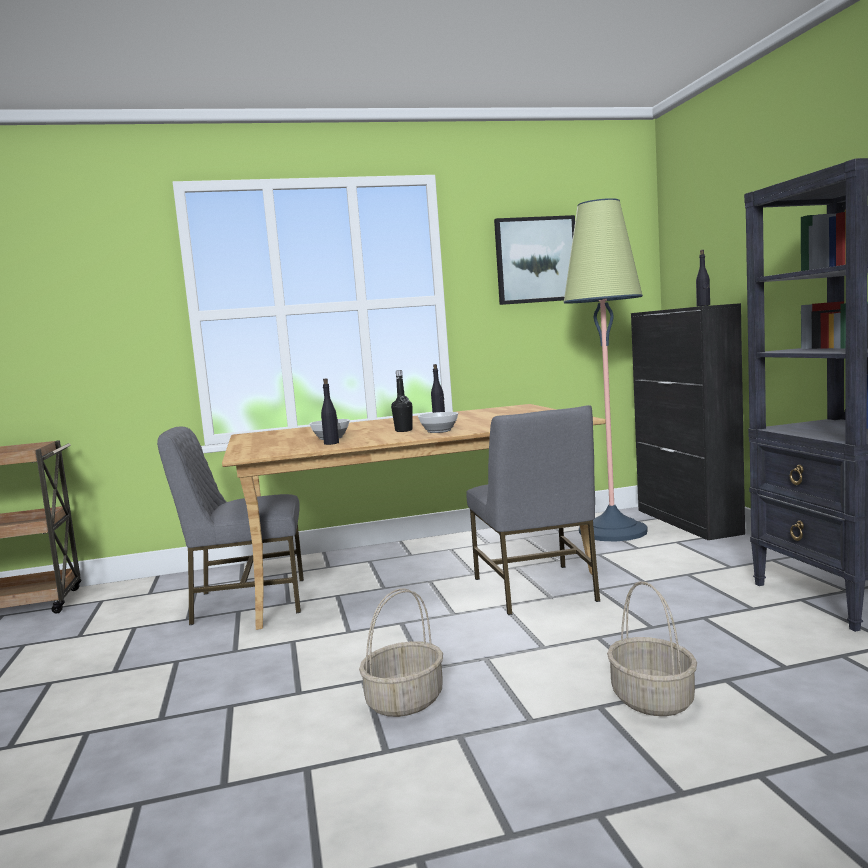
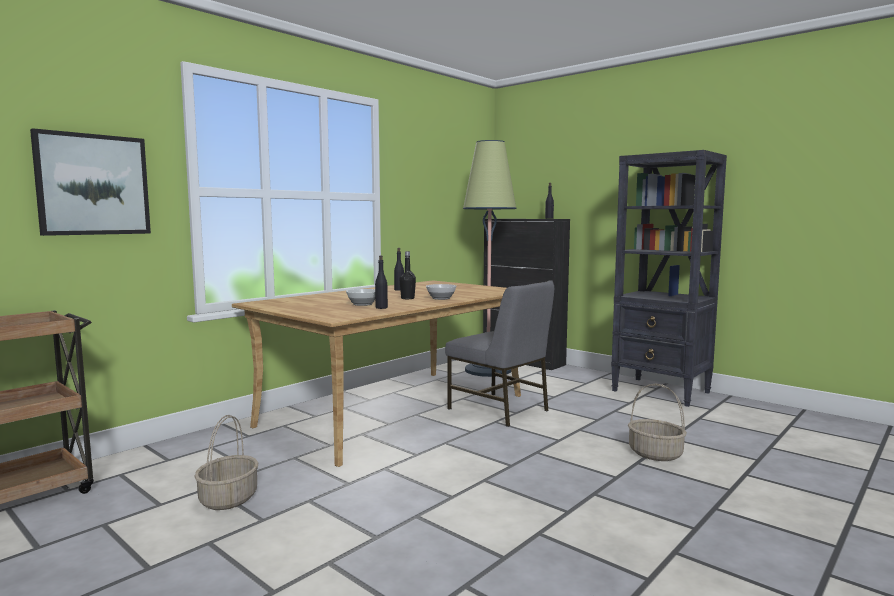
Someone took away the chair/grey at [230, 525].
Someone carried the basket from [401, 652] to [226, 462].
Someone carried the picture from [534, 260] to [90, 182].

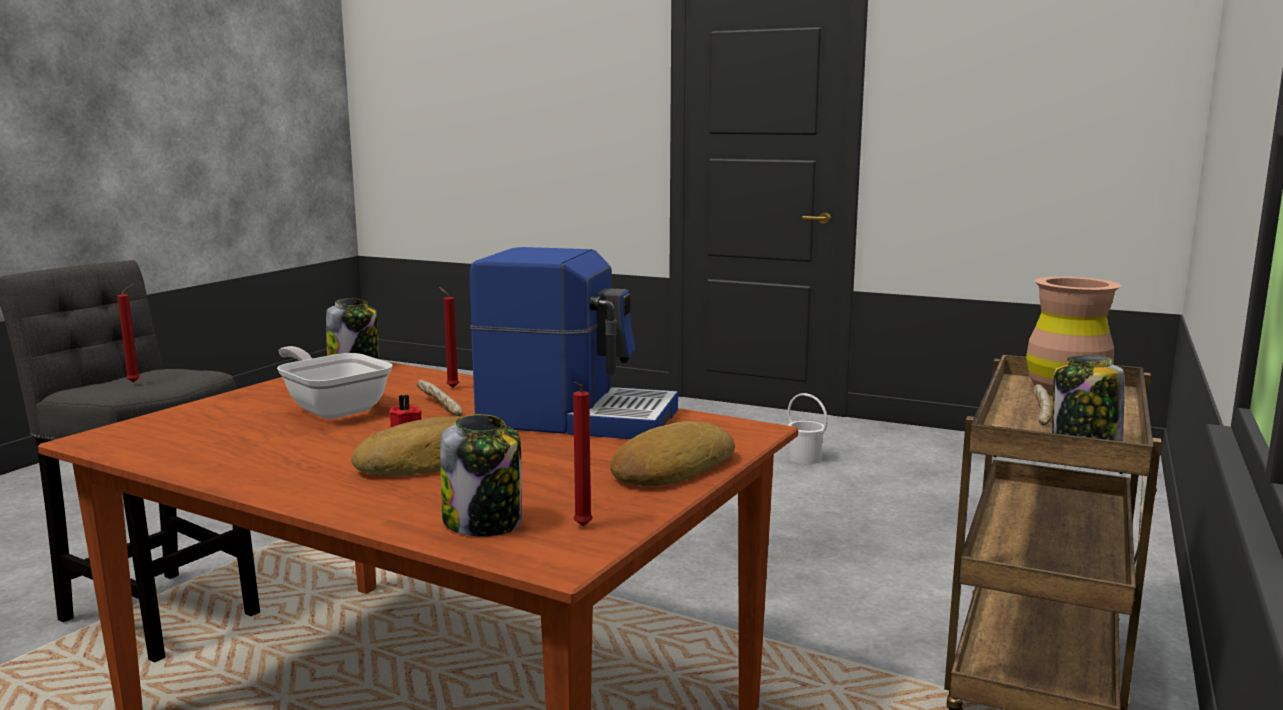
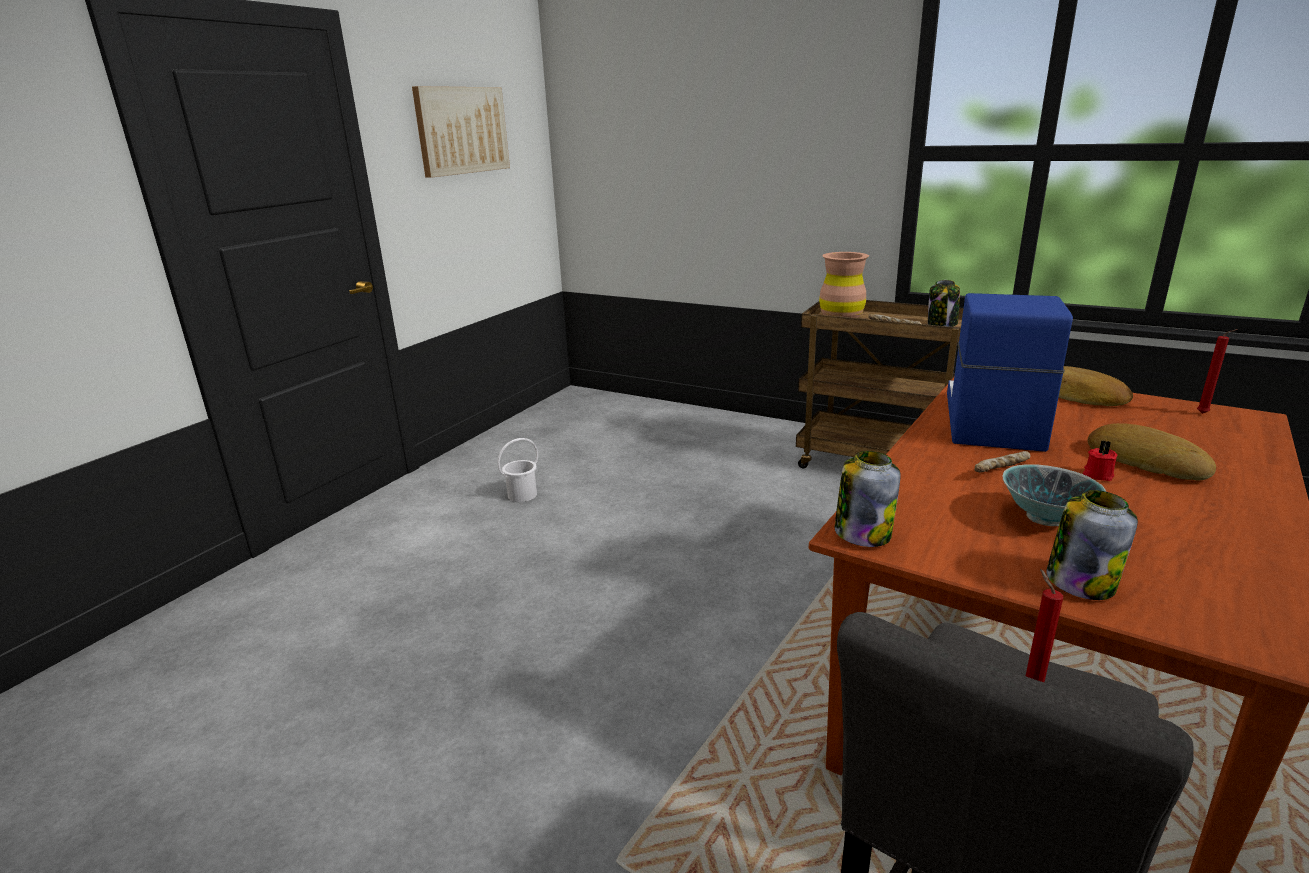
Someone swapped the frying pan at [334, 382] for the bowl at [1054, 495].
Someone took away the candle/red at [449, 337].
Someone carried the jar from [481, 475] to [1092, 545].
Someone put up the picture at [461, 132].

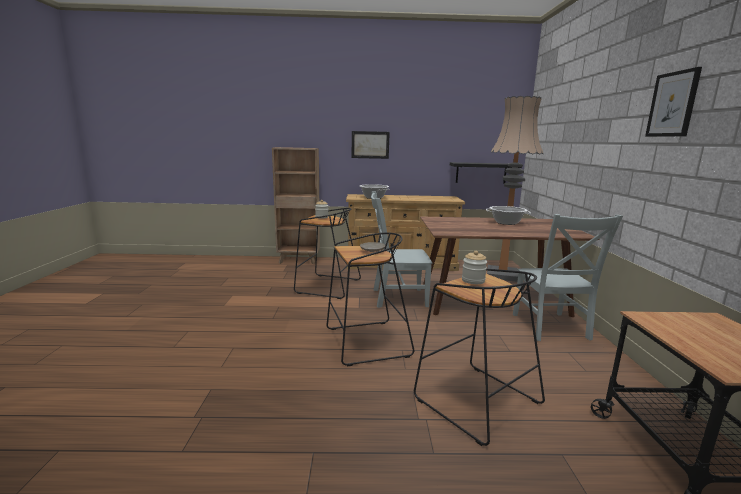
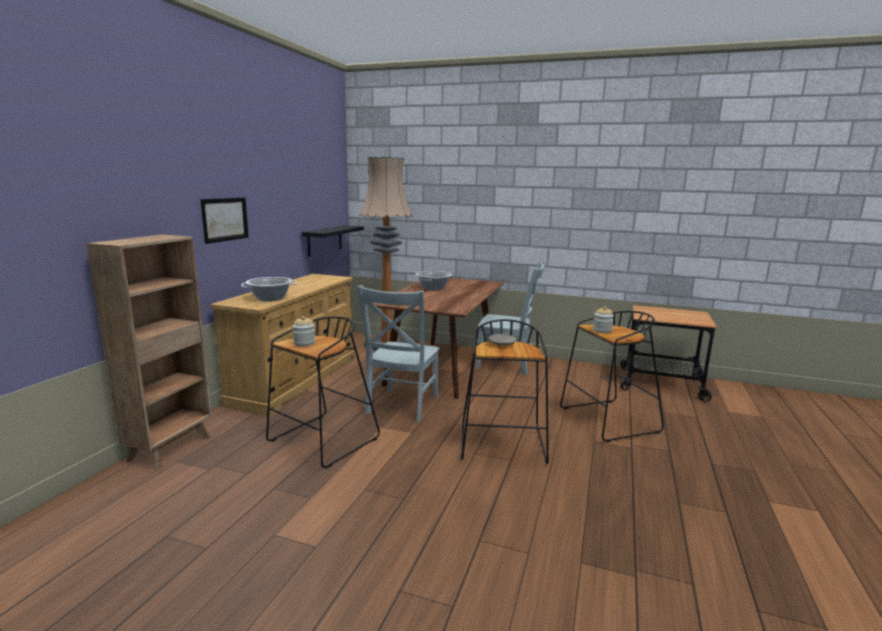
Someone took away the picture at [673, 102].

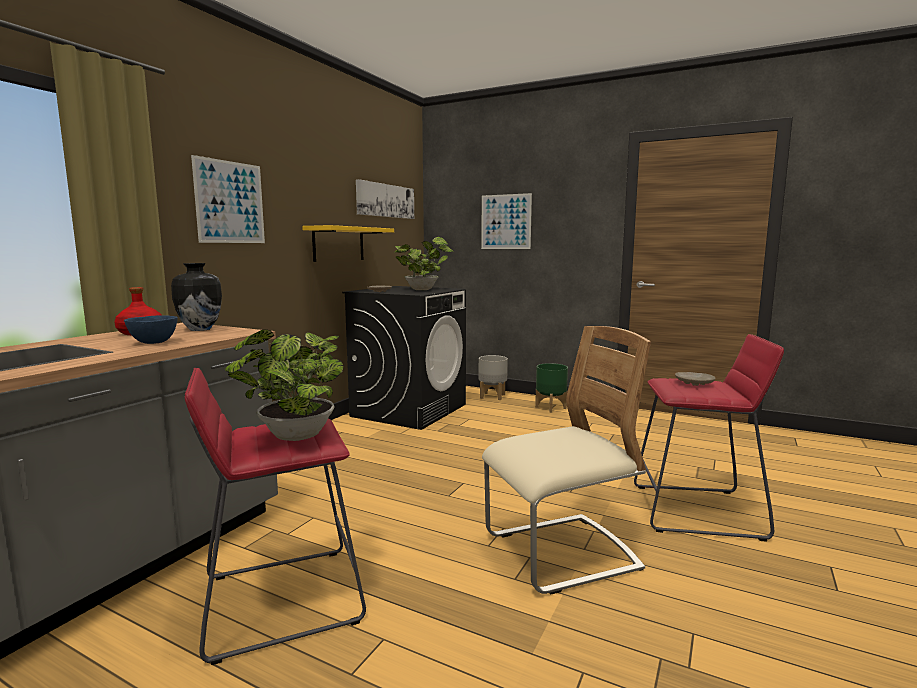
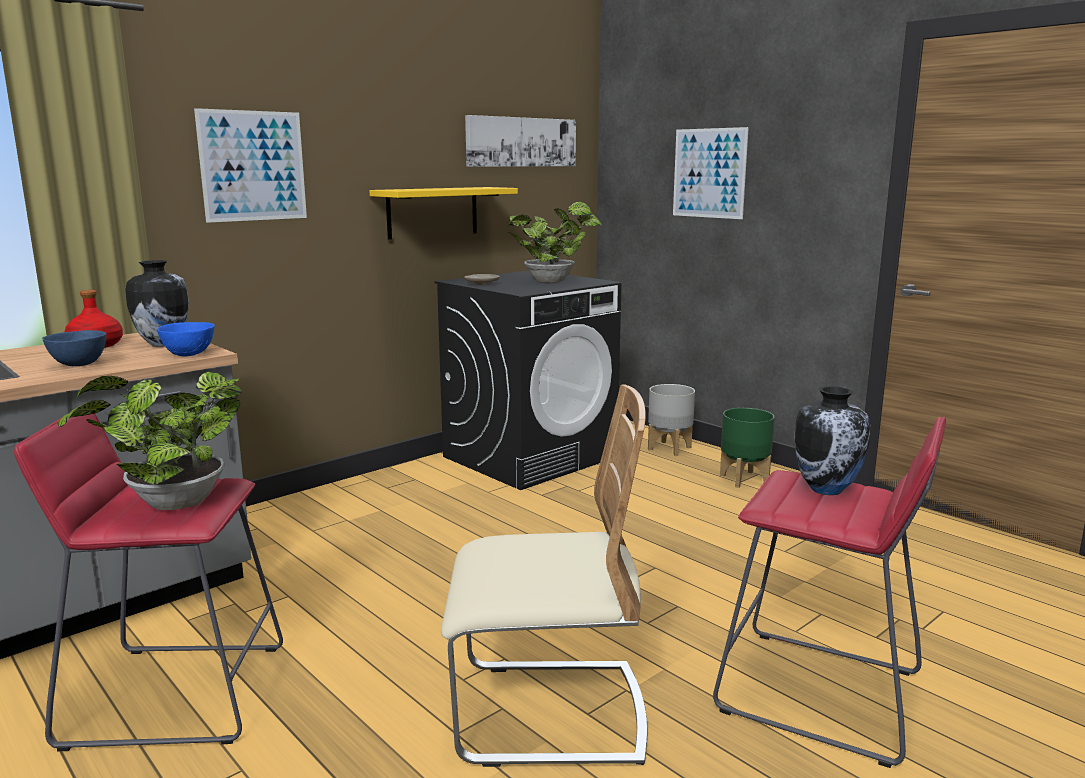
Someone swapped the plate/beige at [695, 379] for the vase at [832, 440].
Someone put down the bowl/blue at [186, 339].

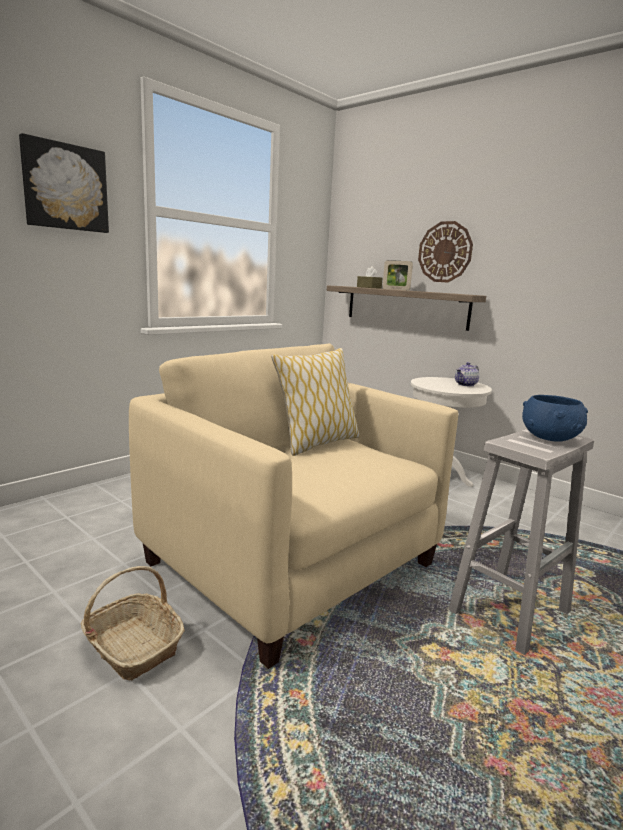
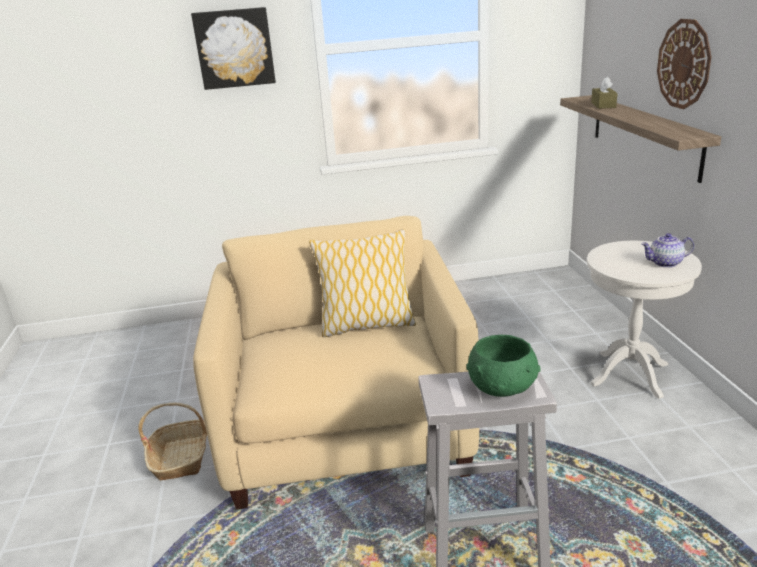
Someone took away the picture frame at [398, 275].
Someone repainted the bowl/blue at [555, 418], which became the bowl/green at [503, 366].

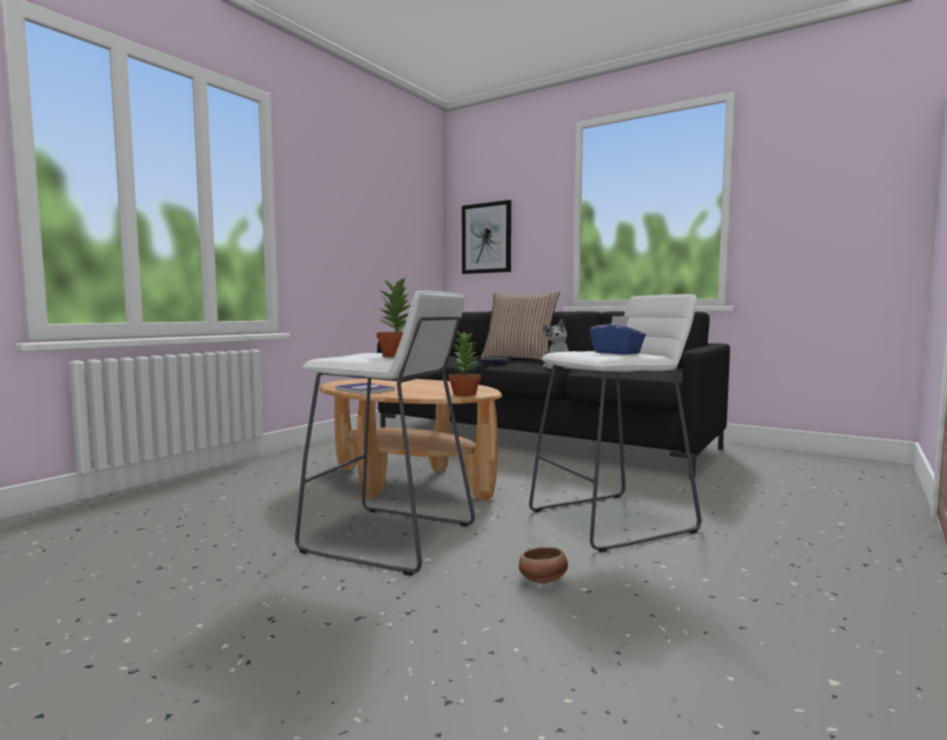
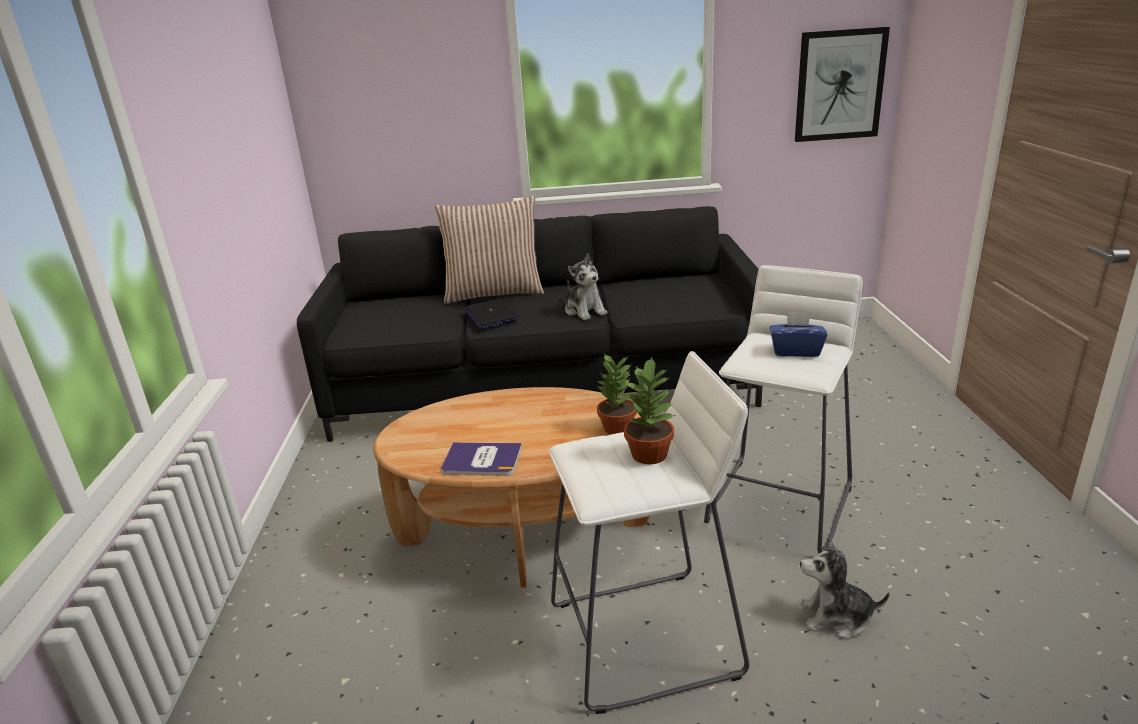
Someone carried the picture from [486, 237] to [842, 84].
Someone swapped the bowl at [543, 564] for the plush toy at [845, 588].

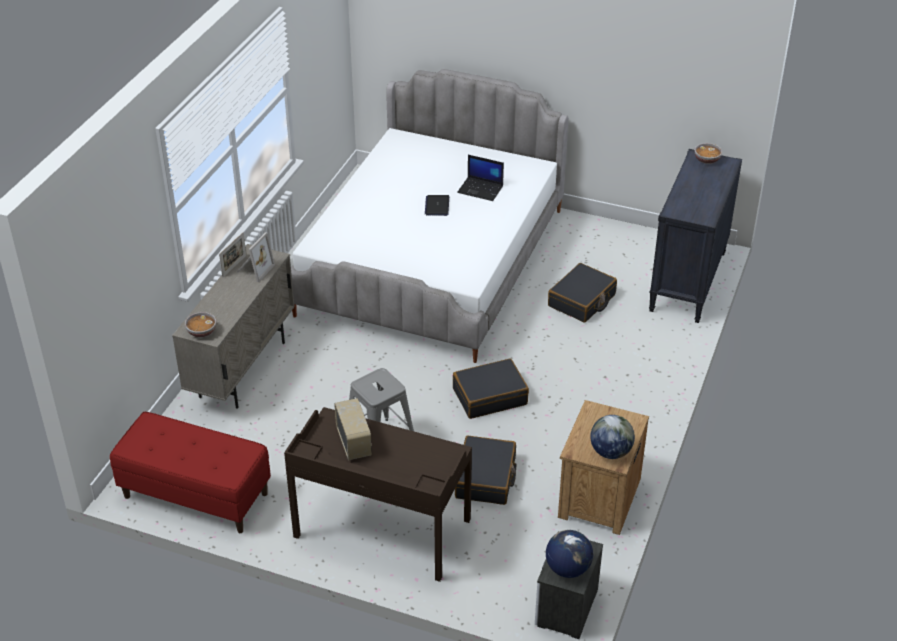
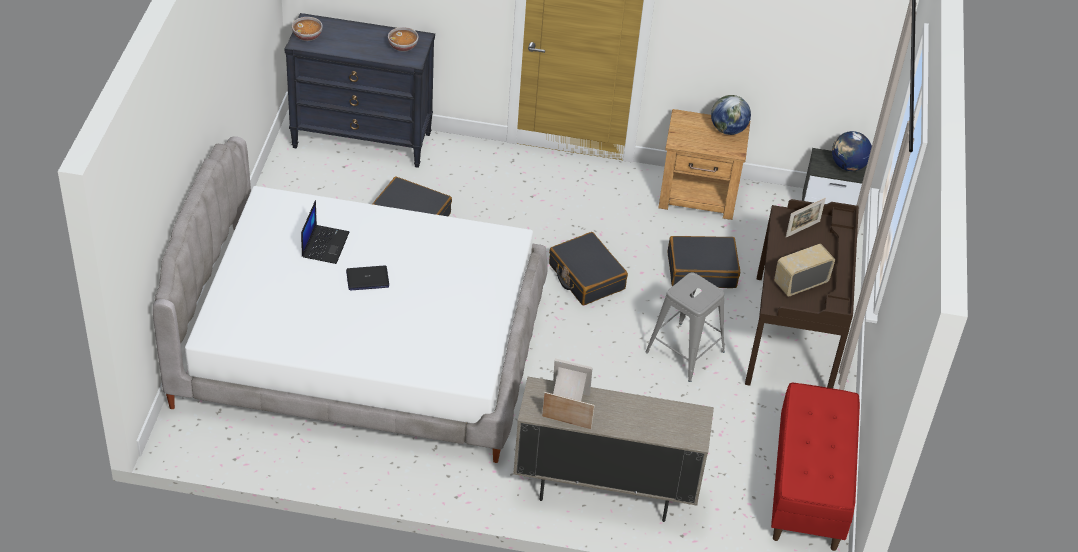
Someone carried the bowl from [200, 325] to [403, 39].
Someone put down the picture frame at [806, 217].

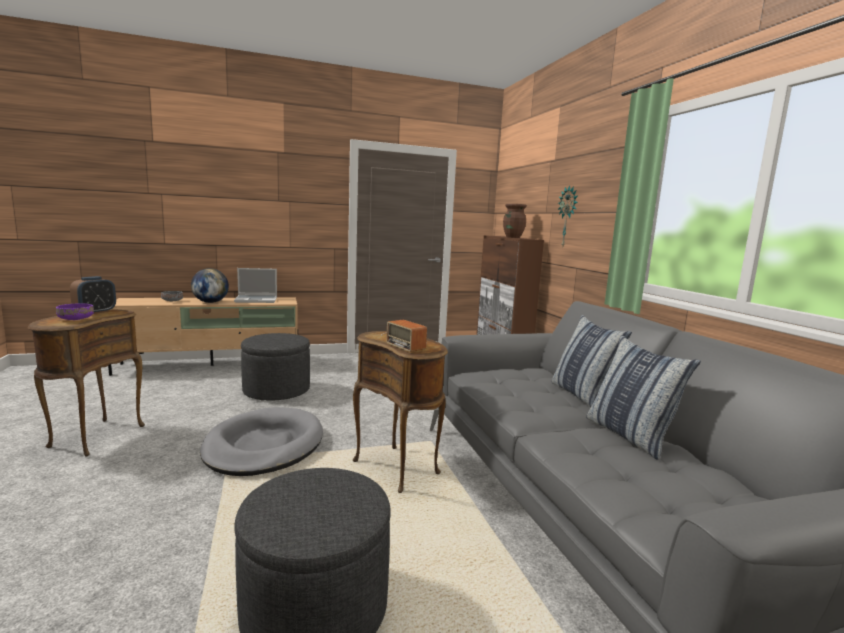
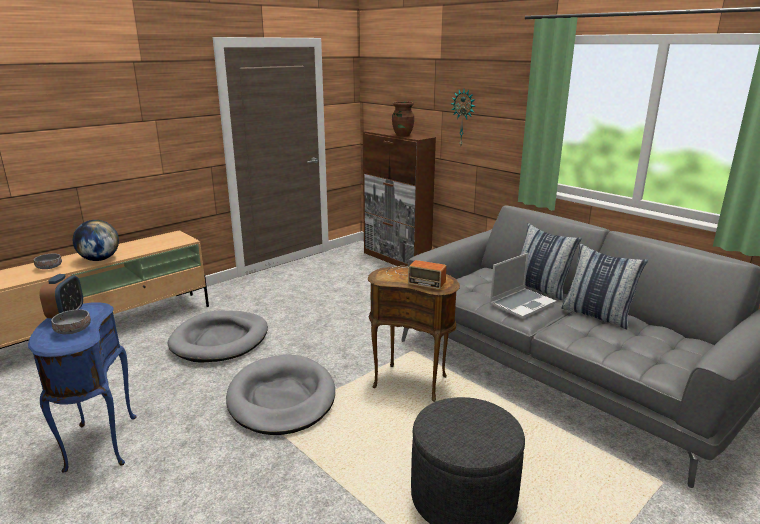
Someone repainted the side table/brown at [86, 383], which became the side table/blue at [82, 387].
Someone repainted the bowl/purple at [75, 311], which became the bowl/grey at [71, 322].
Someone carried the laptop from [255, 285] to [523, 286].
Someone swapped the ottoman/grey at [275, 367] for the dog bed/grey at [218, 336].

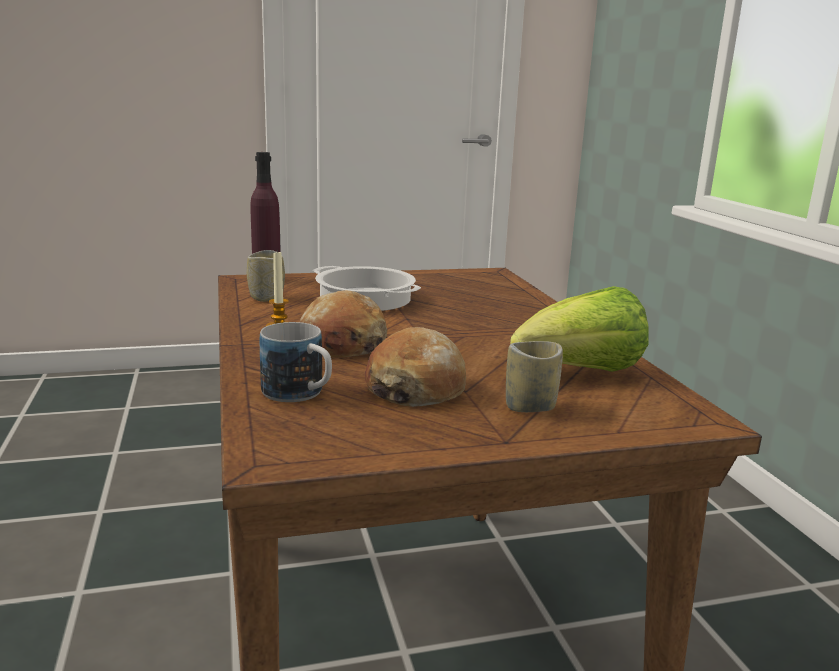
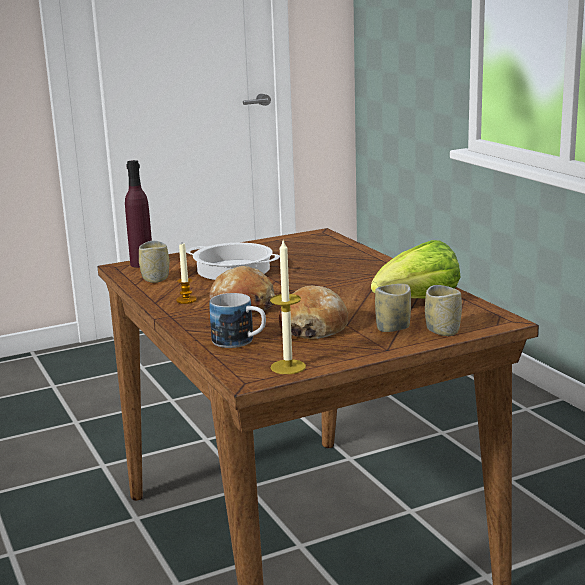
Someone put down the candle at [288, 307].
Someone put down the cup at [443, 310].

